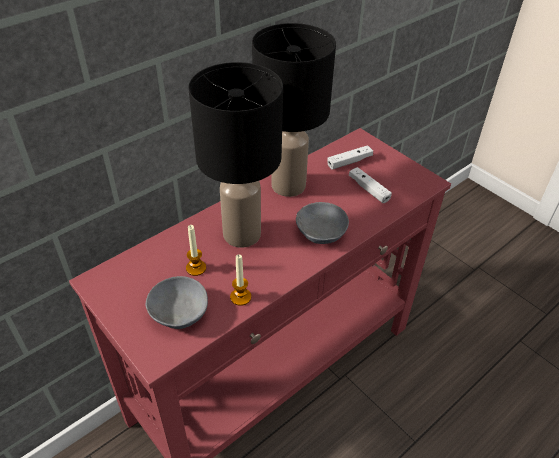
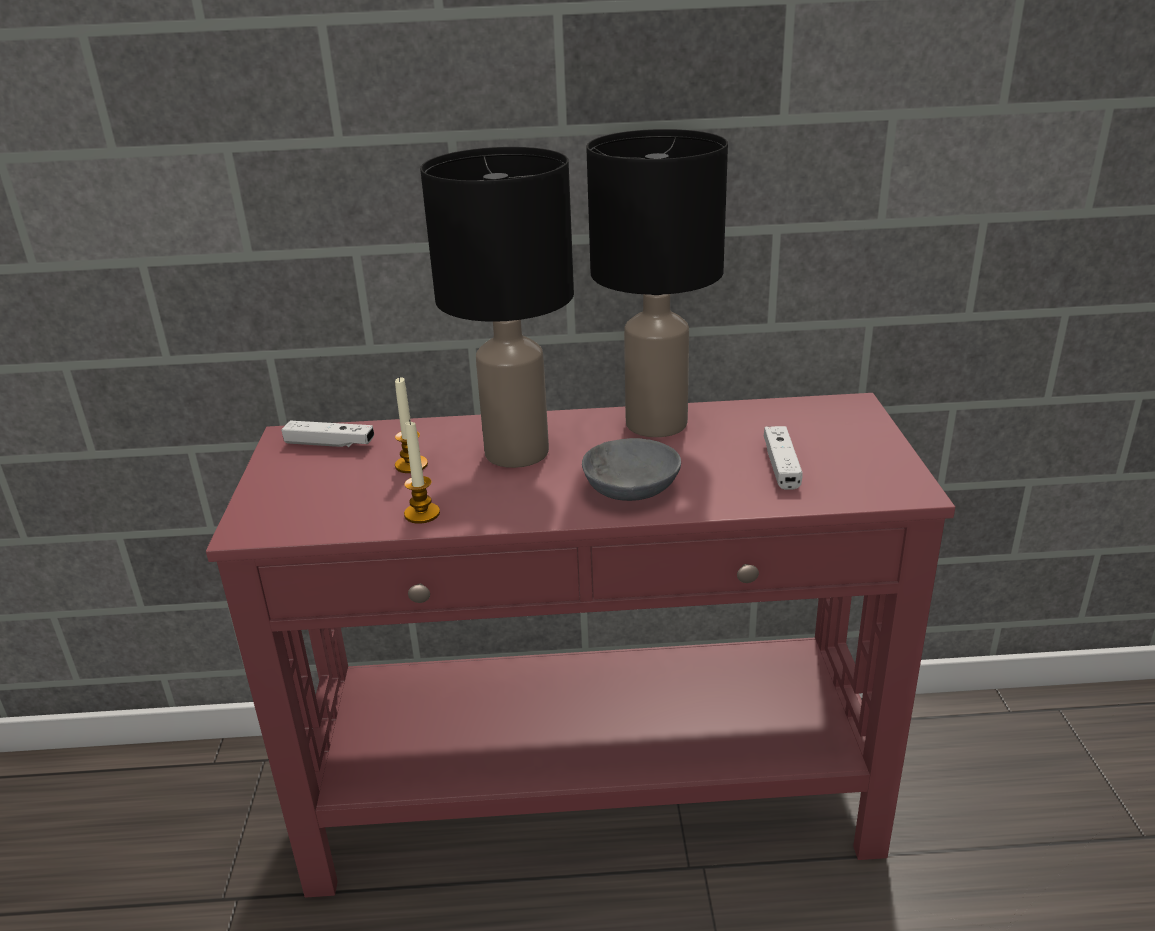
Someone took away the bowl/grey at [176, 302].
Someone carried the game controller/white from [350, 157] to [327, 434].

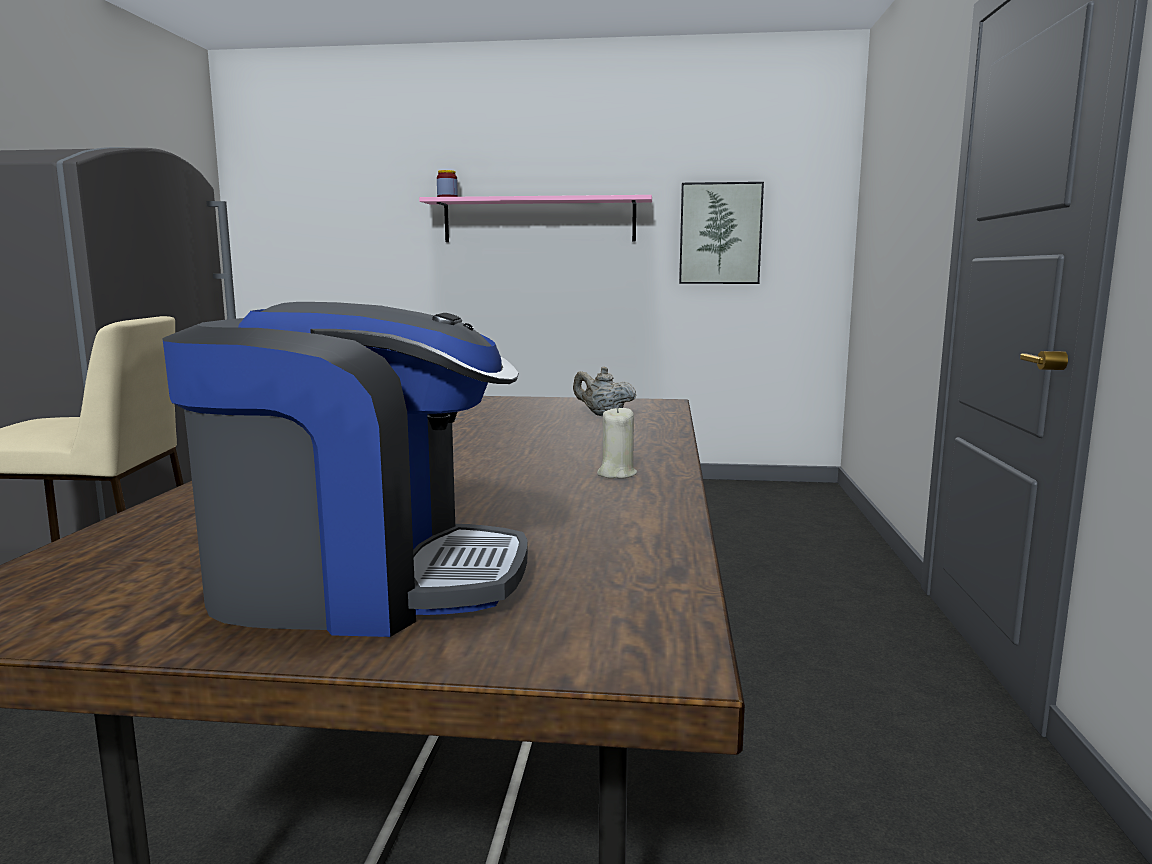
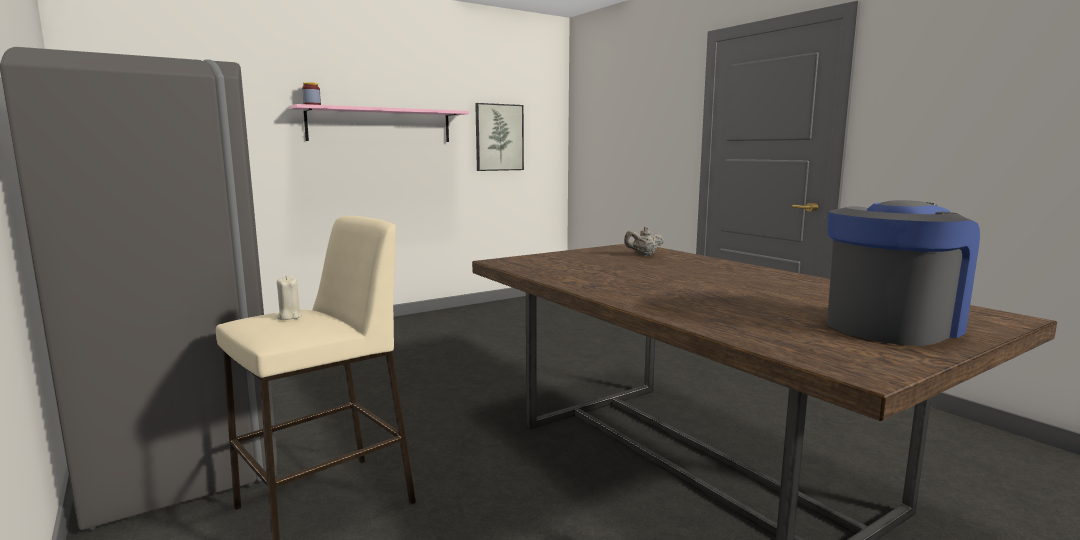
Someone carried the candle/beige from [617, 442] to [289, 298].

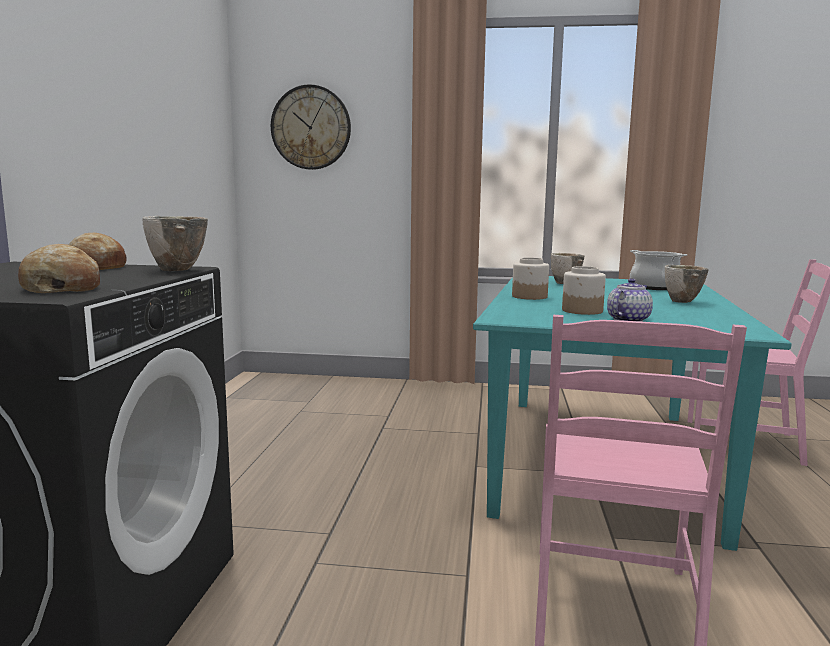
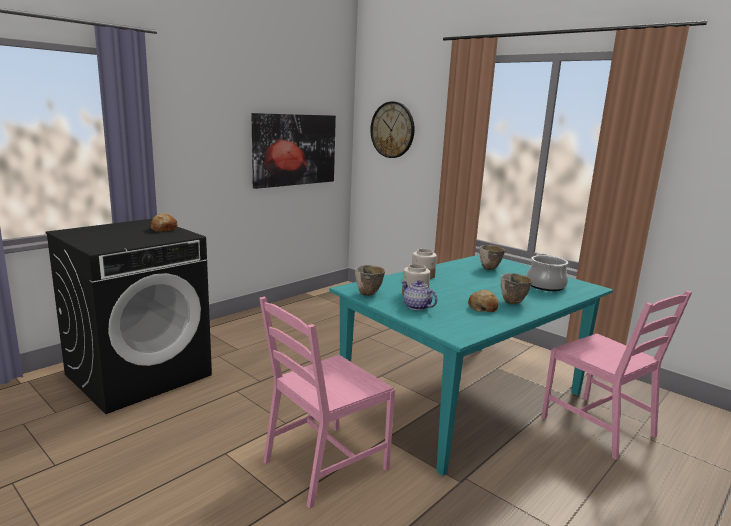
Someone carried the bread from [59, 268] to [483, 301].
Someone carried the bowl from [175, 243] to [370, 280].
Someone rotated the teapot at [630, 300] by 120 degrees counterclockwise.
Someone put up the picture at [293, 151].

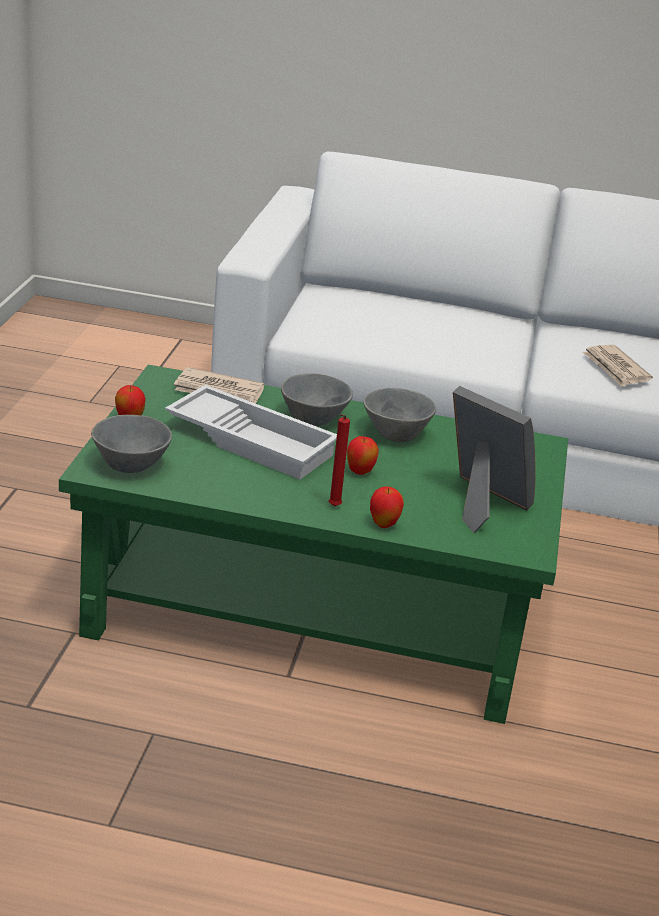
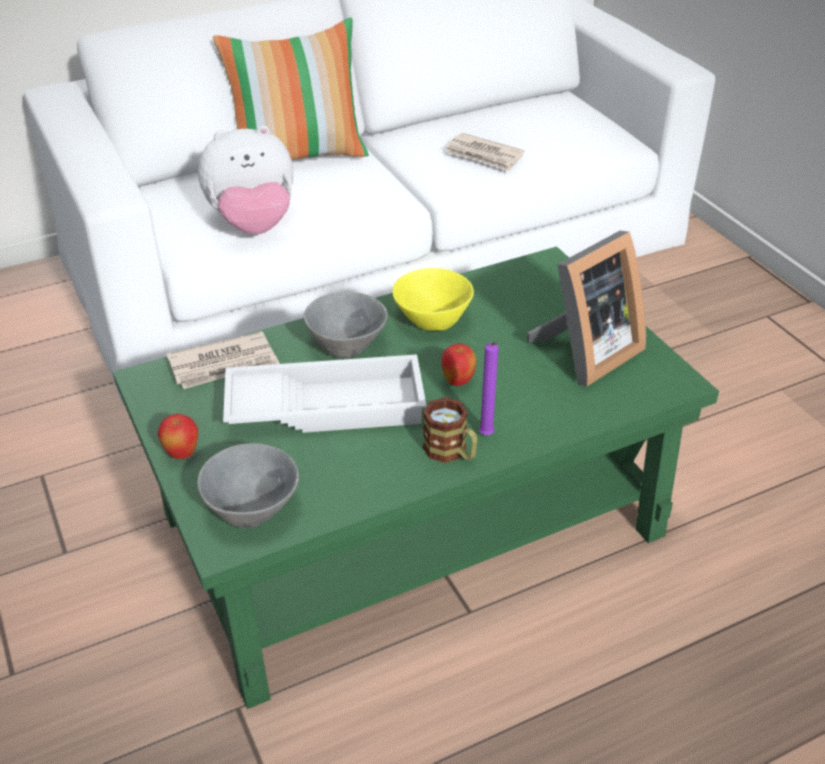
Someone repainted the candle/red at [339, 460], which became the candle/purple at [489, 388].
Someone repainted the bowl/grey at [399, 415], which became the bowl/yellow at [433, 299].
Someone took away the apple at [387, 507].
Someone rotated the picture frame at [494, 459] by 135 degrees clockwise.
Someone put down the plush toy at [245, 179].
Someone put down the pillow at [291, 88].
Someone put down the mug at [450, 430].

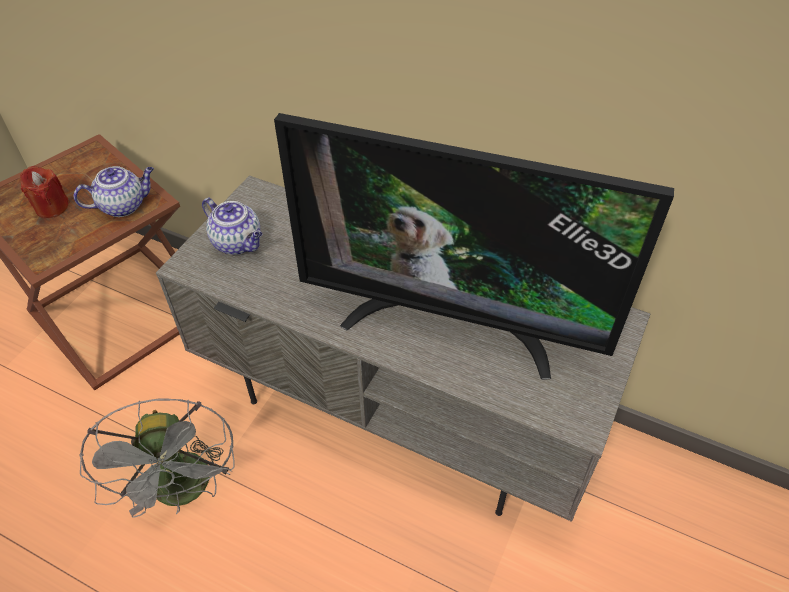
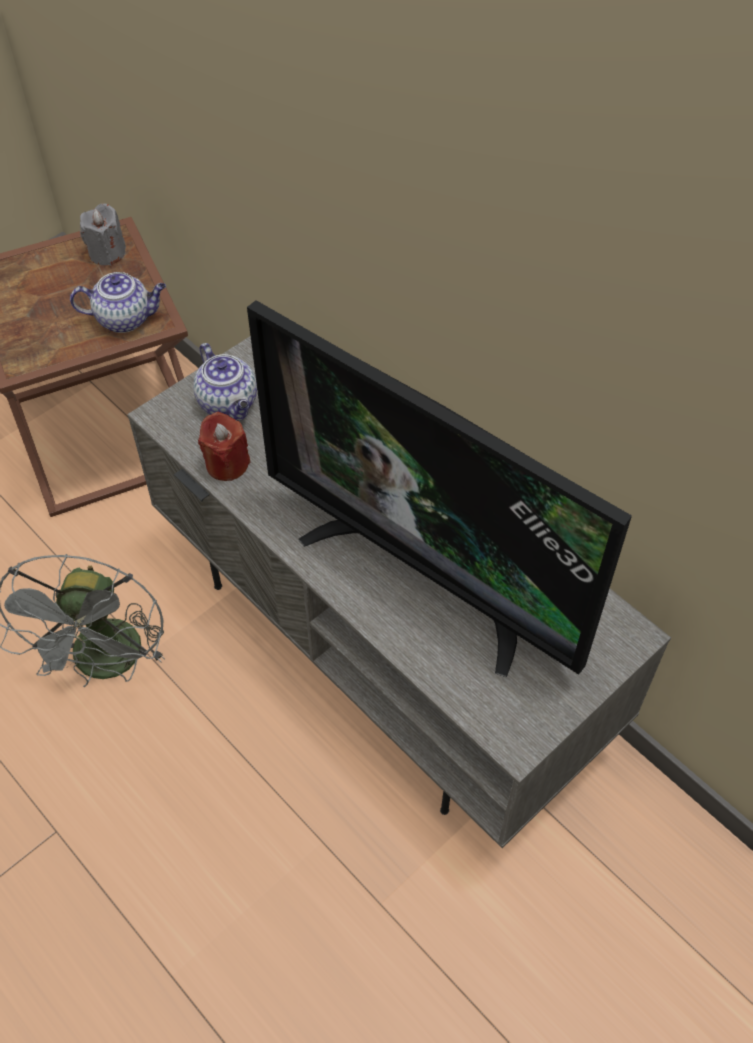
Someone carried the candle/red from [45, 192] to [224, 446].
Someone put down the candle/grey at [103, 234].

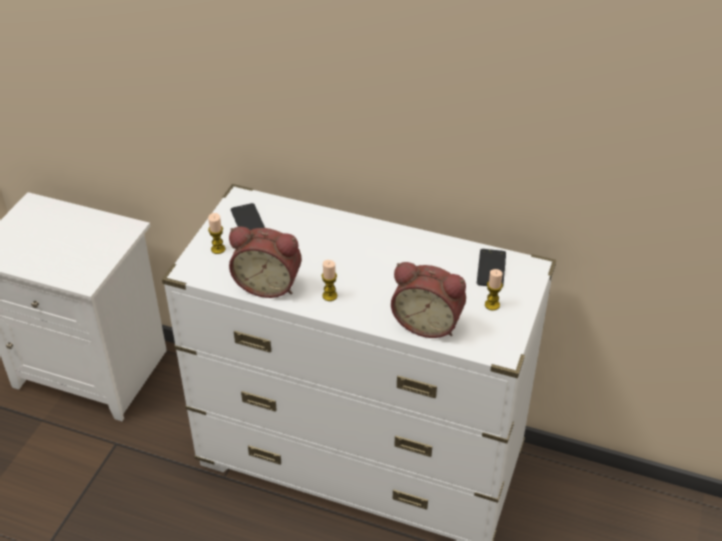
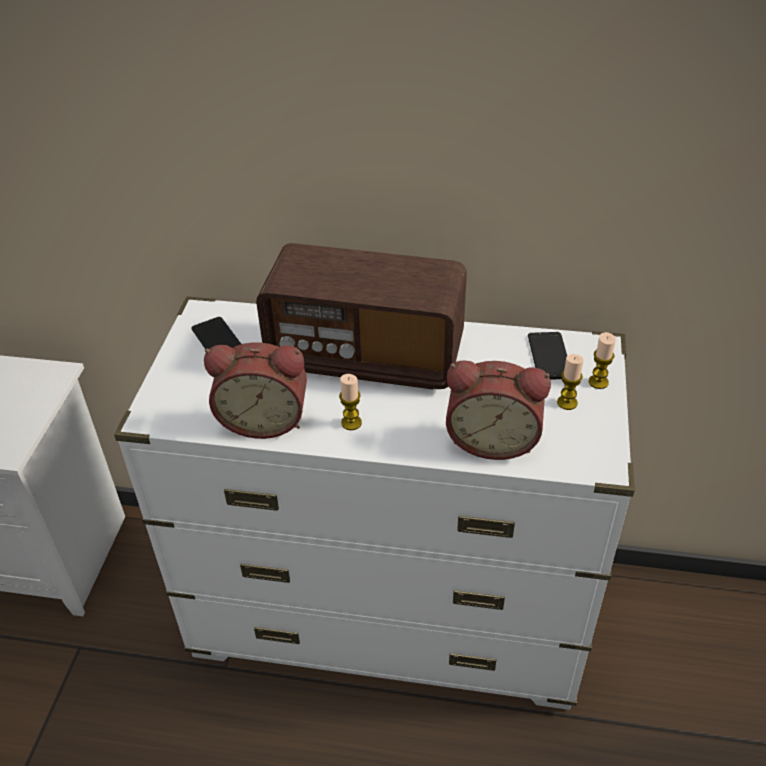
Someone carried the candle from [216, 233] to [602, 360].
Someone put down the radio at [361, 316].

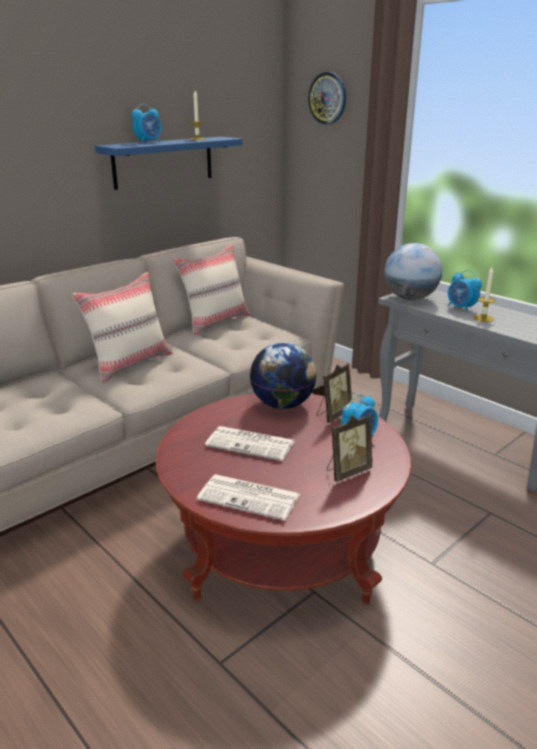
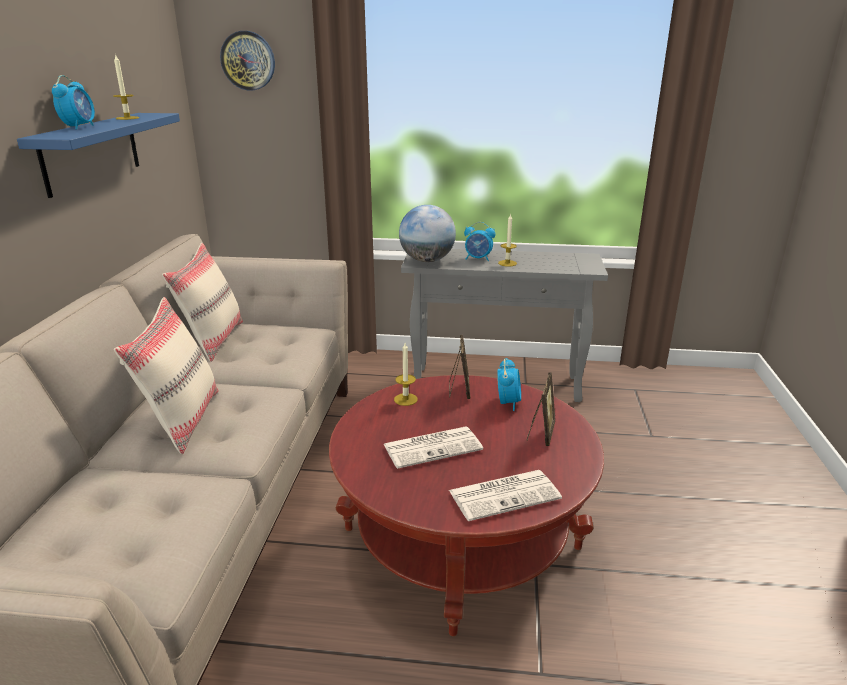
Someone swapped the globe at [283, 375] for the candle at [406, 374].

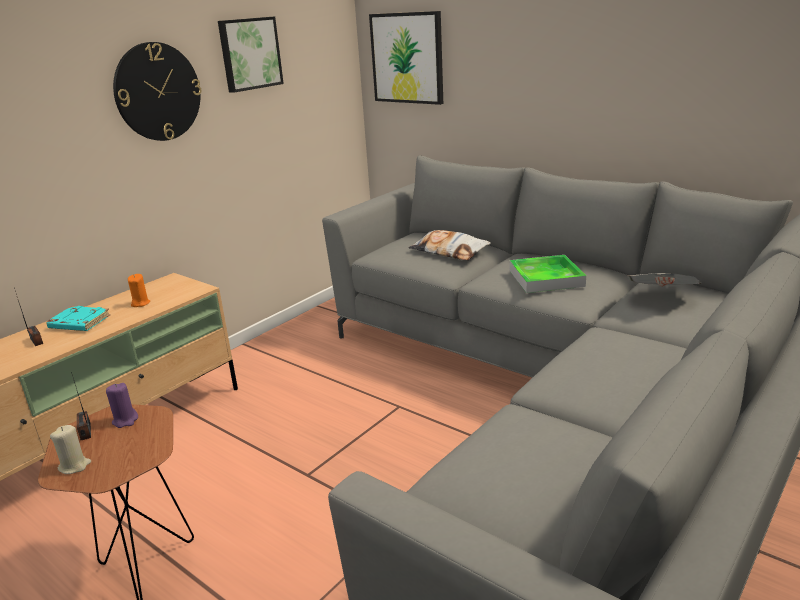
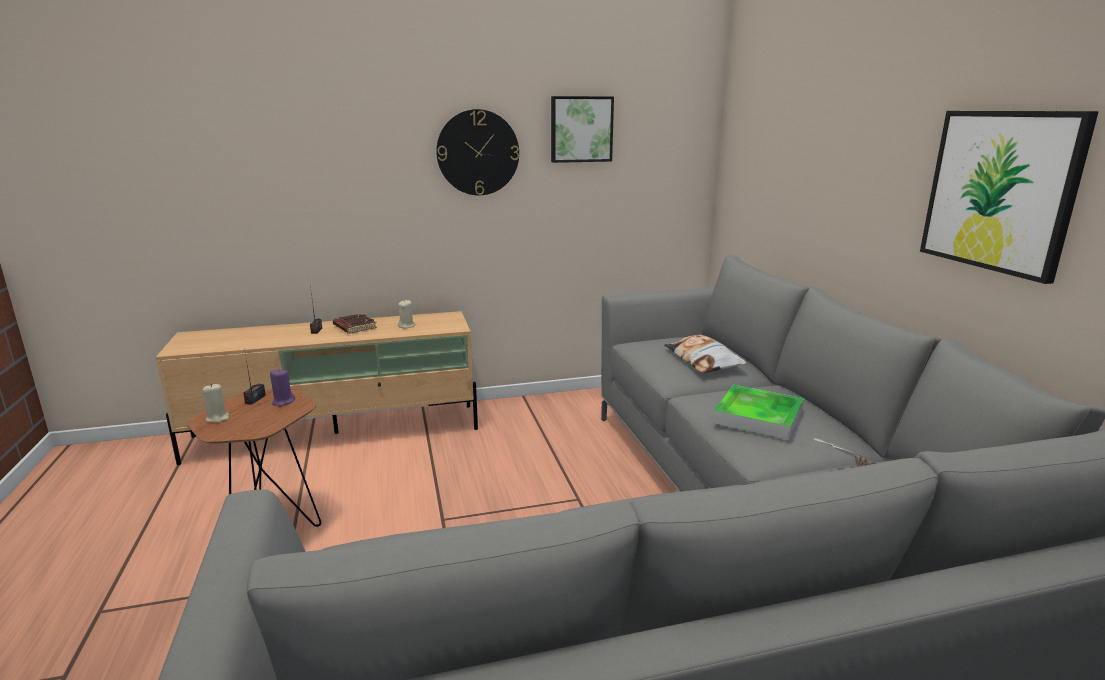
Someone repainted the book/turquoise at [78, 318], which became the book/brown at [355, 324].
Someone repainted the candle/orange at [139, 290], which became the candle/beige at [406, 314].
Someone carried the picture from [406, 58] to [1009, 197].

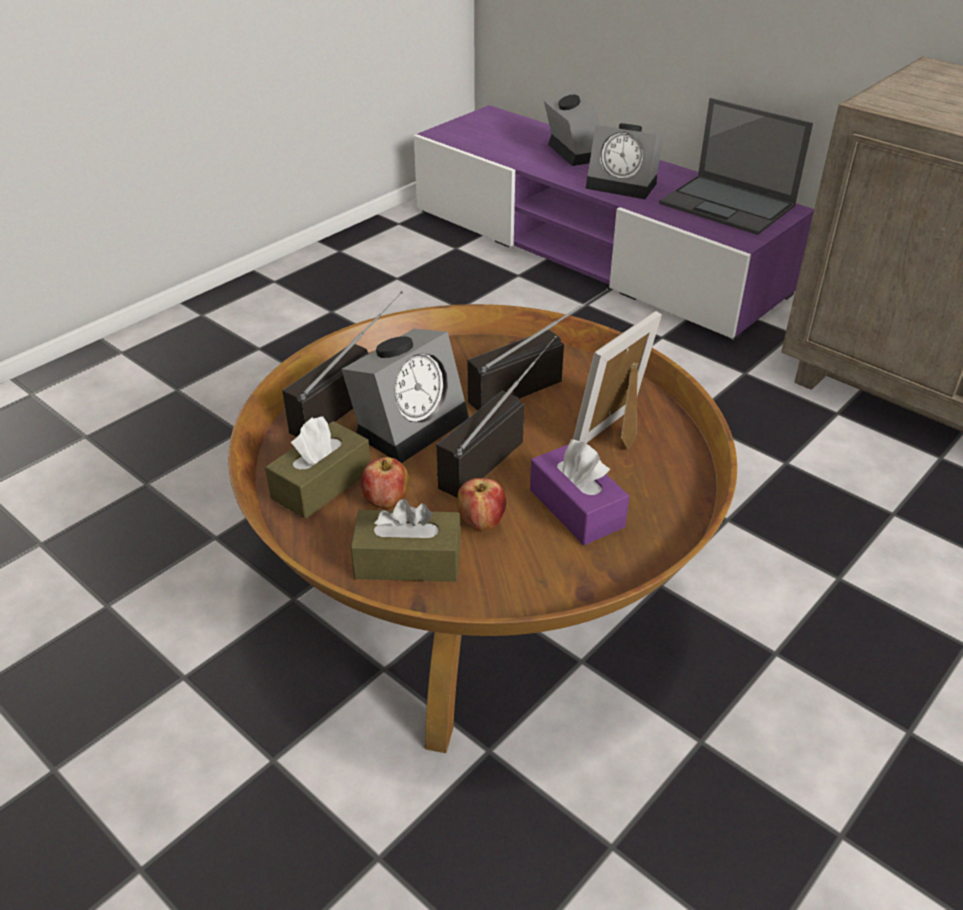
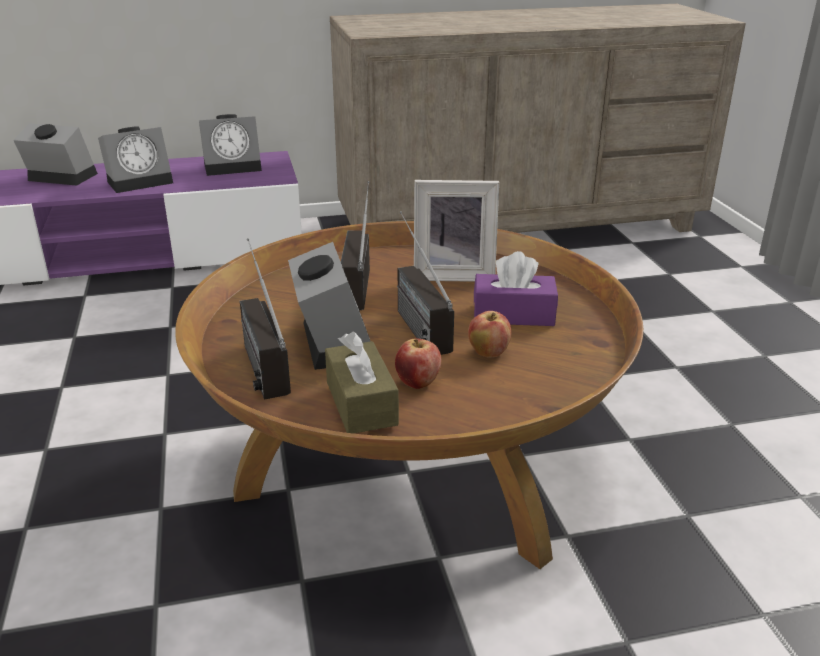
Someone took away the tissue box/brown at [406, 540].
Someone rotated the picture frame at [617, 381] by 75 degrees counterclockwise.
Someone swapped the laptop at [736, 166] for the alarm clock at [230, 145].

